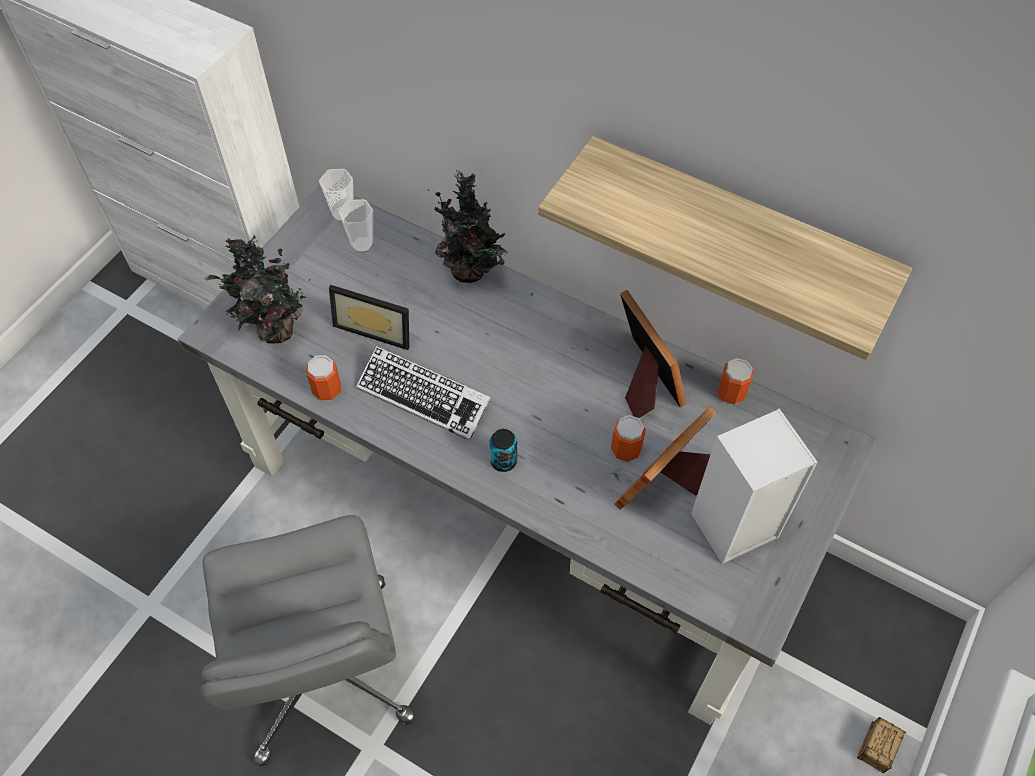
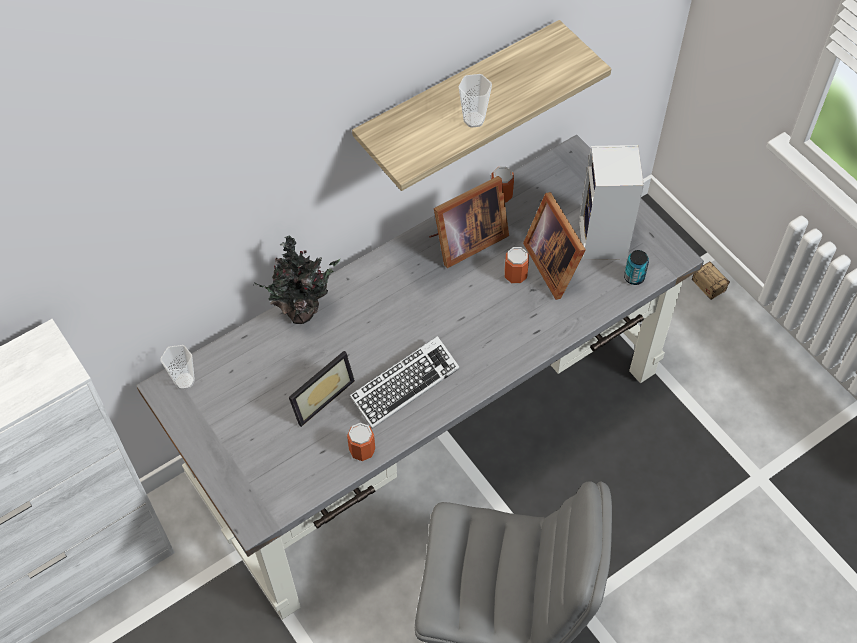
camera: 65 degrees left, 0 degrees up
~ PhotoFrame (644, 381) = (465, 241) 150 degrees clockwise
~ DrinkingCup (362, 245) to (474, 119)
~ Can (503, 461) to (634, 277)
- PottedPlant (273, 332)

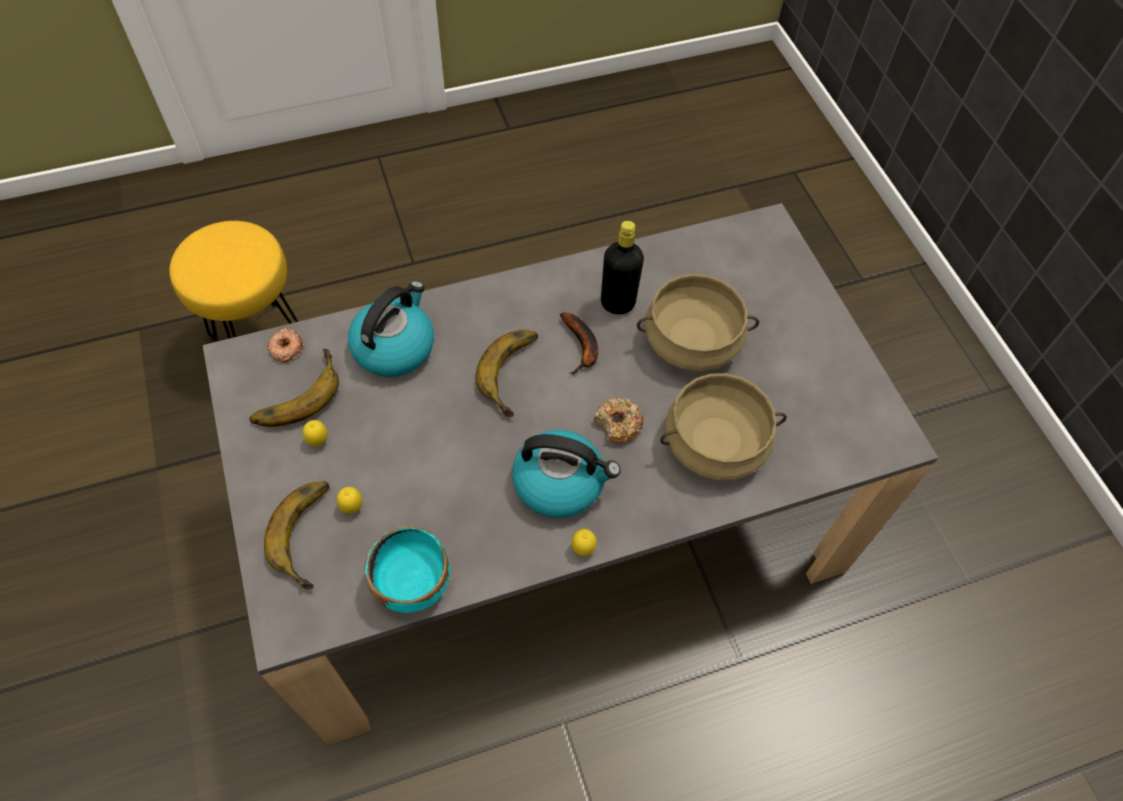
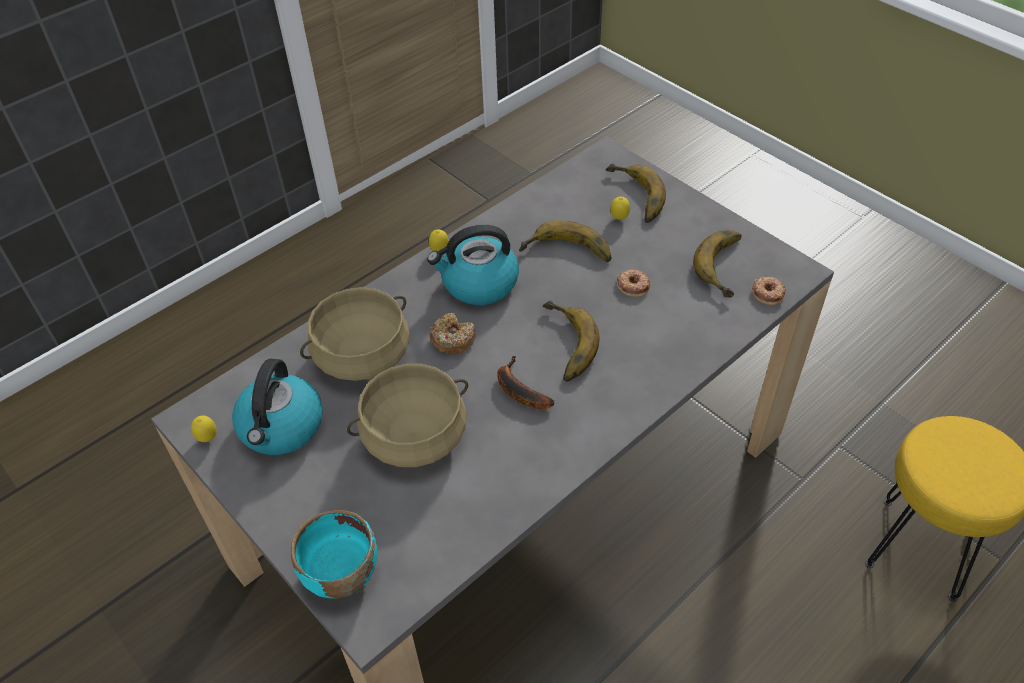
camera: 160 degrees right, 10 degrees down
~ Lemon (318, 441) to (208, 439)
~ TeaKettle (394, 346) to (282, 427)
~ TurquoiseServingBowl (413, 583) to (340, 573)
+ WholeBanana (567, 254)
+ Doughnut (633, 285)
- BlackBottle (617, 303)

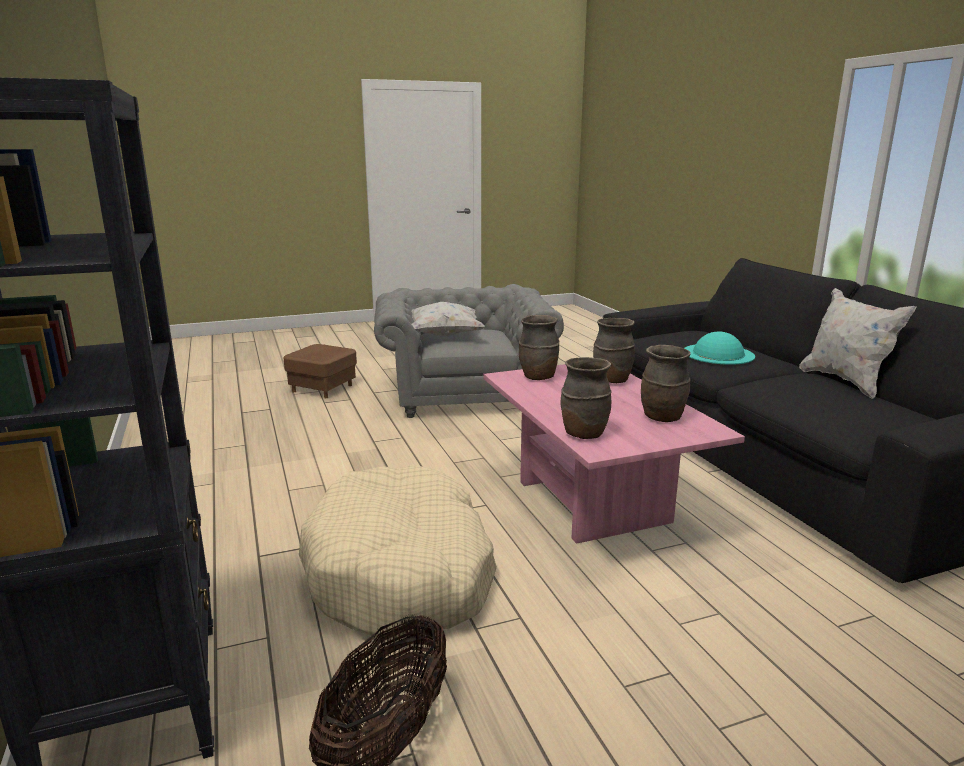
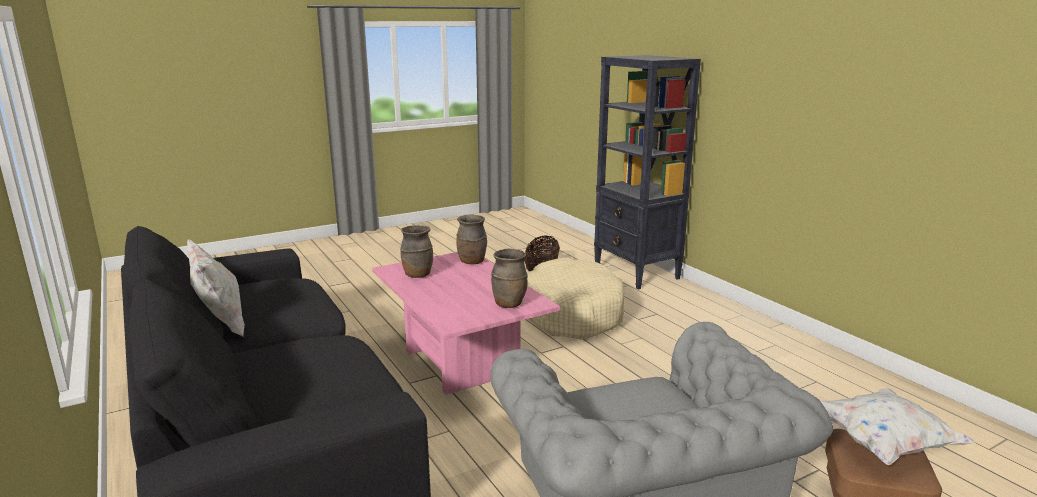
camera: 170 degrees right, 0 degrees up
~ WhitePillow (443, 335) to (882, 444)
- BrownDecorativeVase (611, 380)
- TurquoiseWearableHat (718, 354)

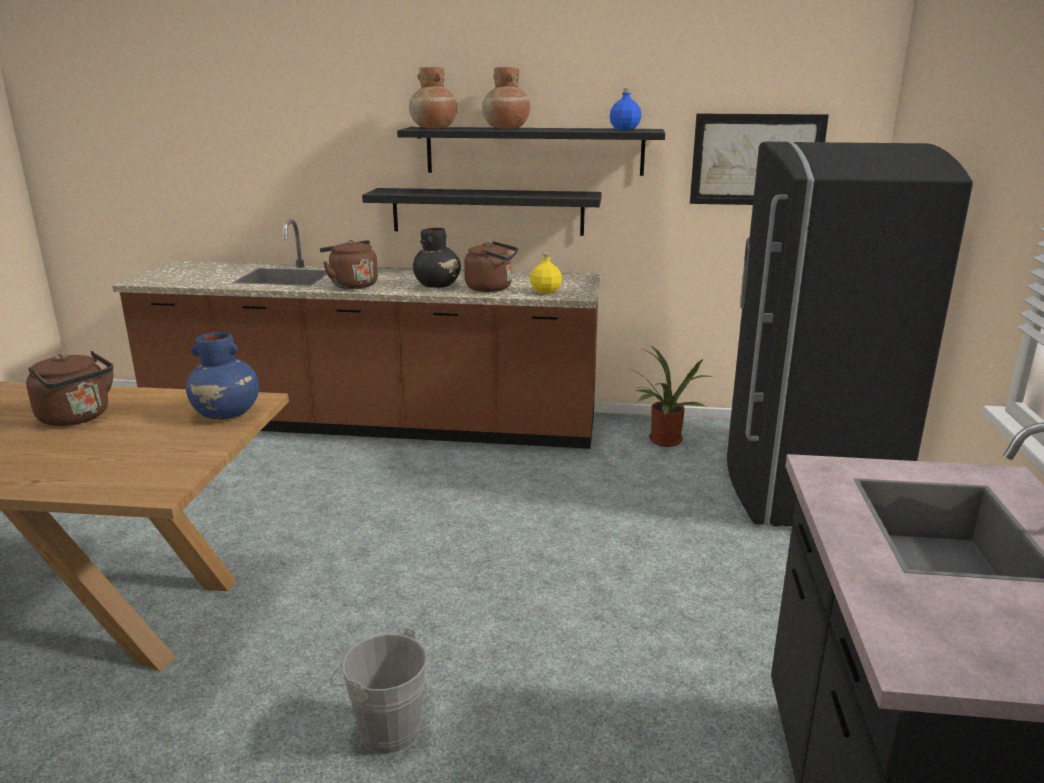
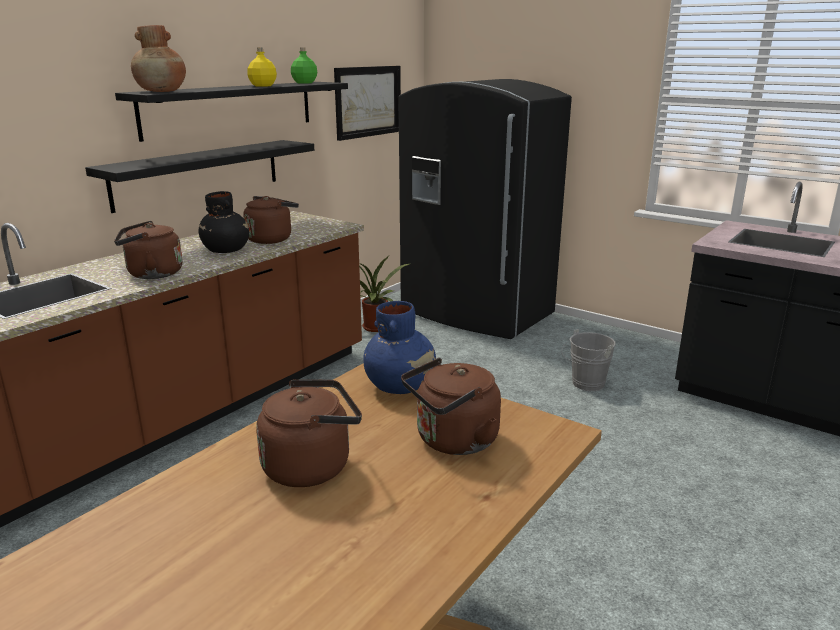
camera: 60 degrees left, 0 degrees up
~ YellowishBottle (546, 291) to (263, 86)
~ BlueBottle (625, 129) to GreenBottle (304, 83)
+ BrownTeaKettle (453, 441)
~ GrayPail (384, 728) to (585, 384)
- BrownDecorativeVase (506, 128)

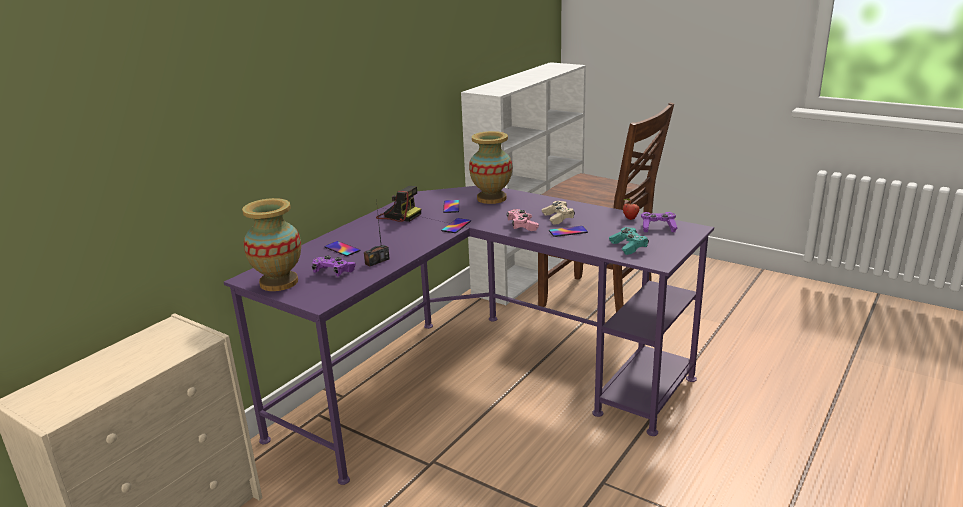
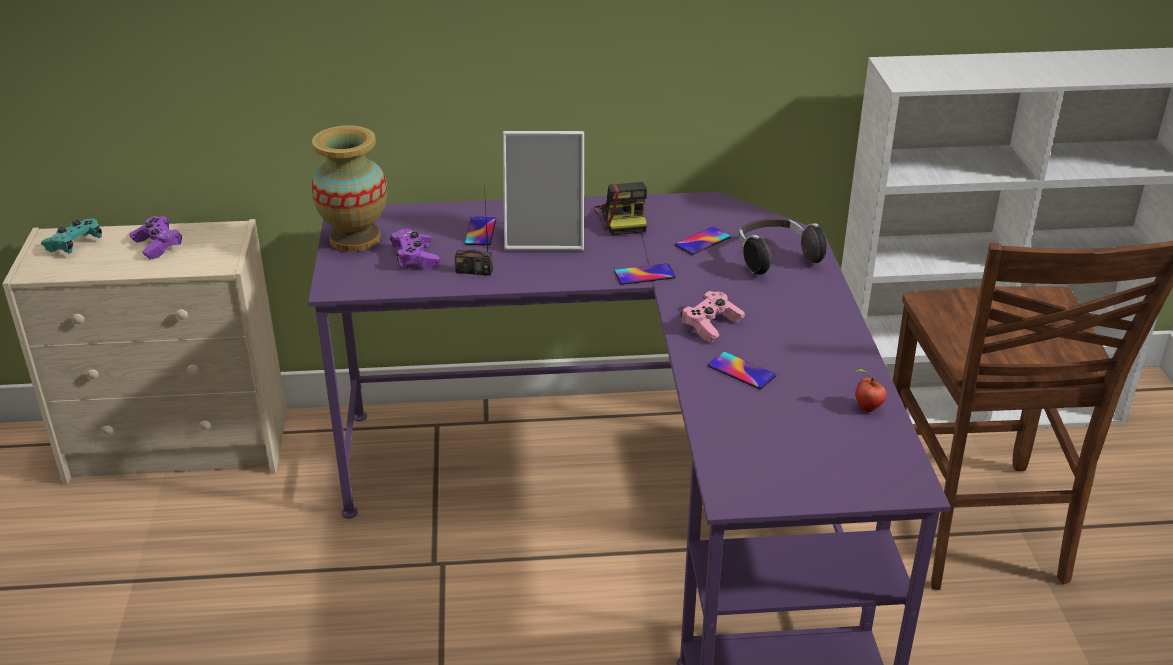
camera: 50 degrees right, 10 degrees up
~ TurquoiseJoypad (628, 247) to (75, 245)
~ PurpleColouredJoypad (658, 228) to (157, 245)
+ PhotoFrame (545, 237)
~ DecorativeVase (492, 198) to PairOfHeadphones (775, 258)
- SandColouredJoypad (558, 218)

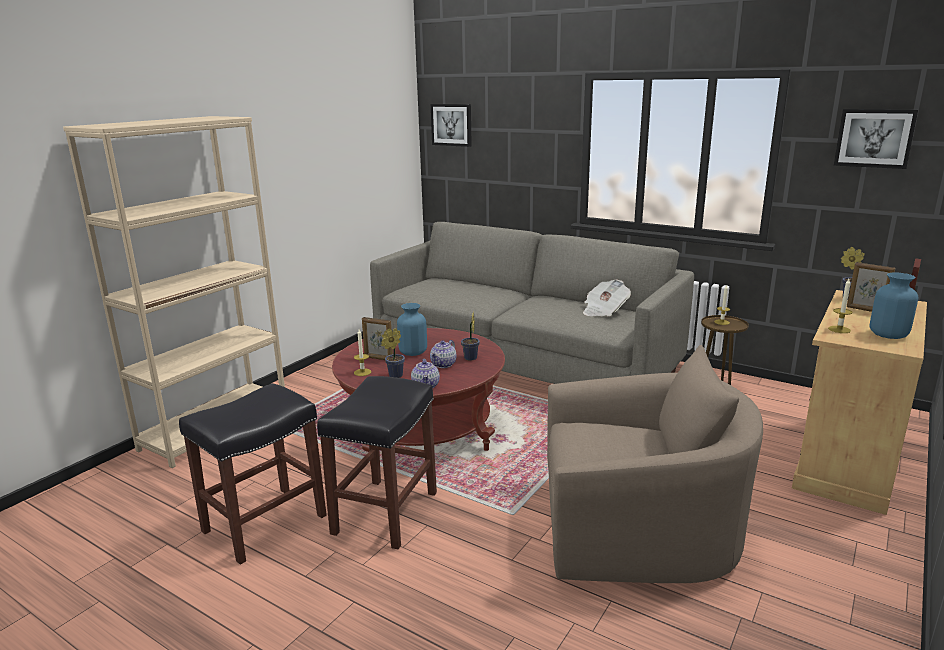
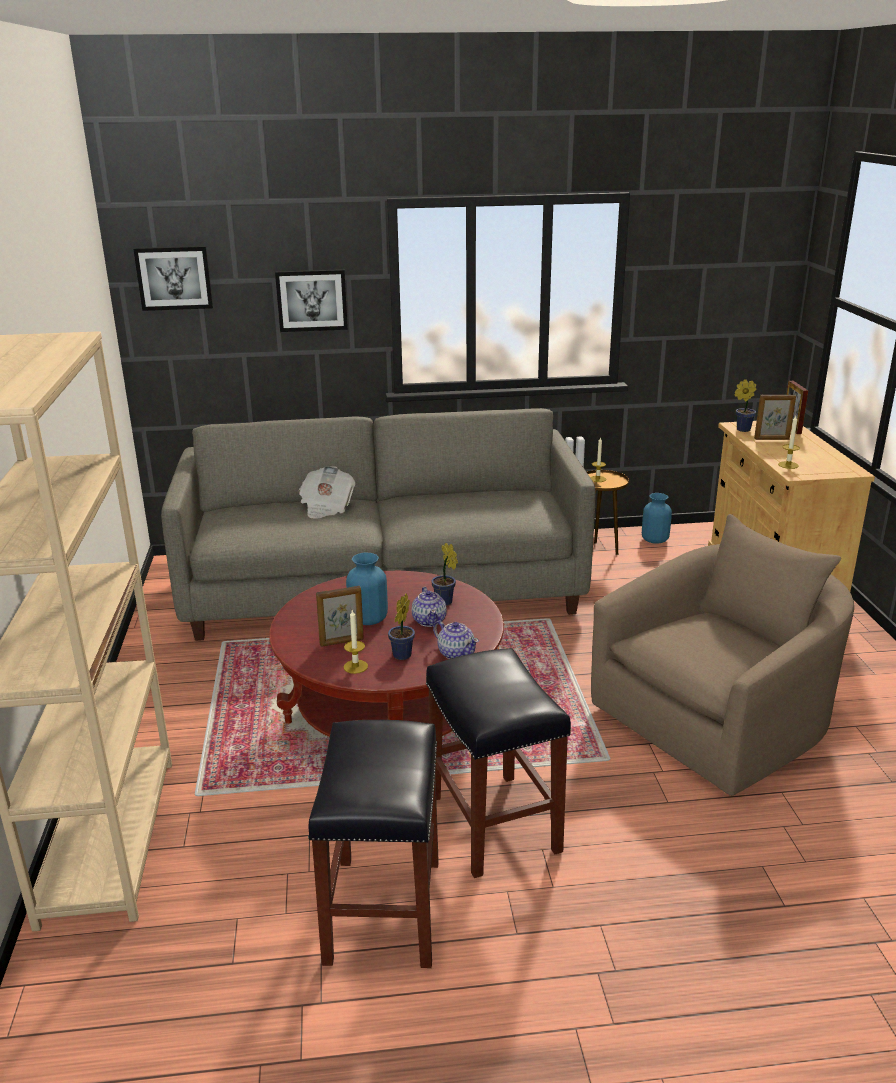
camera: 40 degrees left, 5 degrees up
~ WallArt (874, 138) to (312, 300)
~ Newspaper (604, 311) to (326, 507)
~ BlueDecorativeVase (888, 335) to (654, 540)

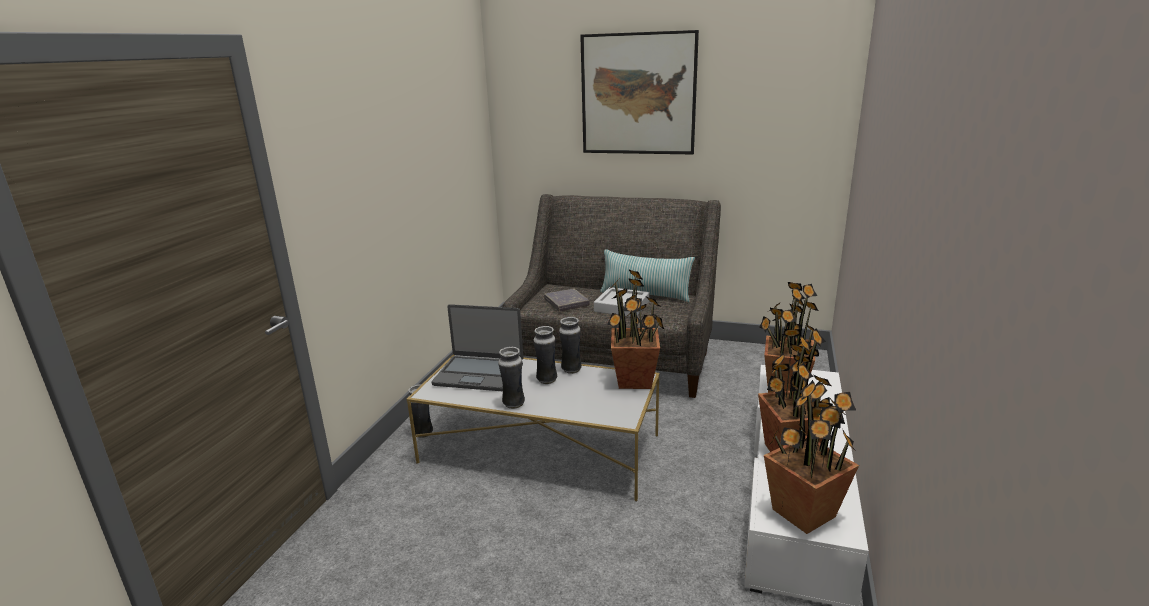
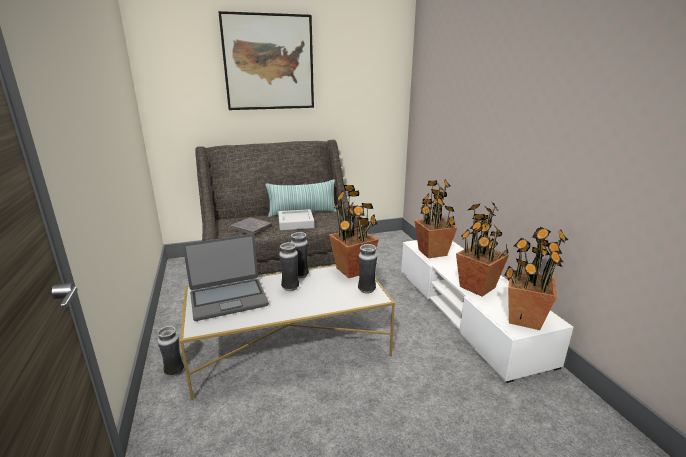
camera: 35 degrees left, 0 degrees up
~ DecorativeVase (513, 404) to (366, 290)

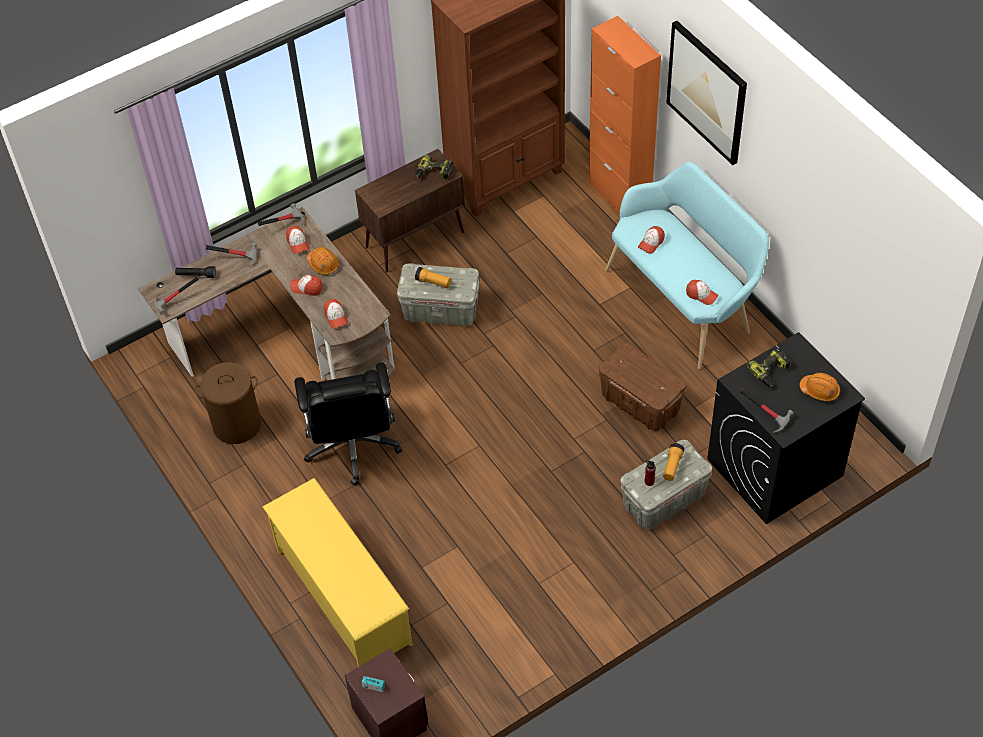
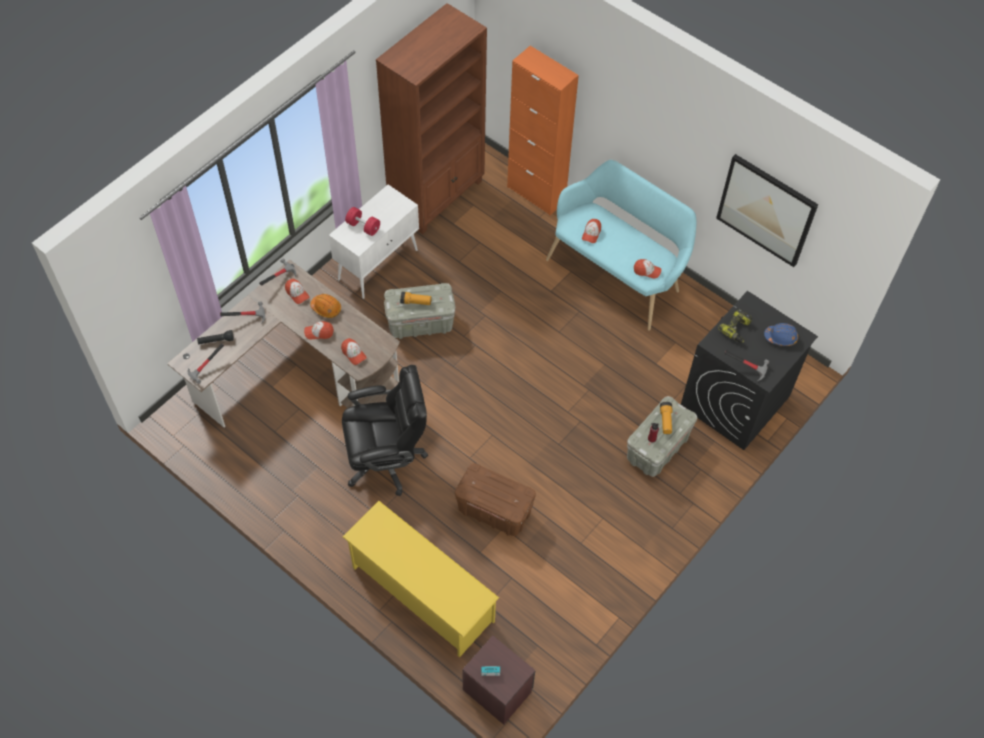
camera: 20 degrees left, 5 degrees up
~ BrownCupboard (415, 239) to WhiteCupboard (378, 264)
~ BlackComputerChair (353, 446) = (386, 459) 75 degrees counterclockwise
+ RedFreeWeight (363, 226)
~ BrownStorageBin (641, 403) to (495, 511)
~ WallArt (707, 92) to (766, 210)
~ OrangeColouredSafetyHelmet (819, 390) to BlueSafetyHelmet (781, 337)
- BrownWashingBasket (236, 424)
- Drill (434, 173)

